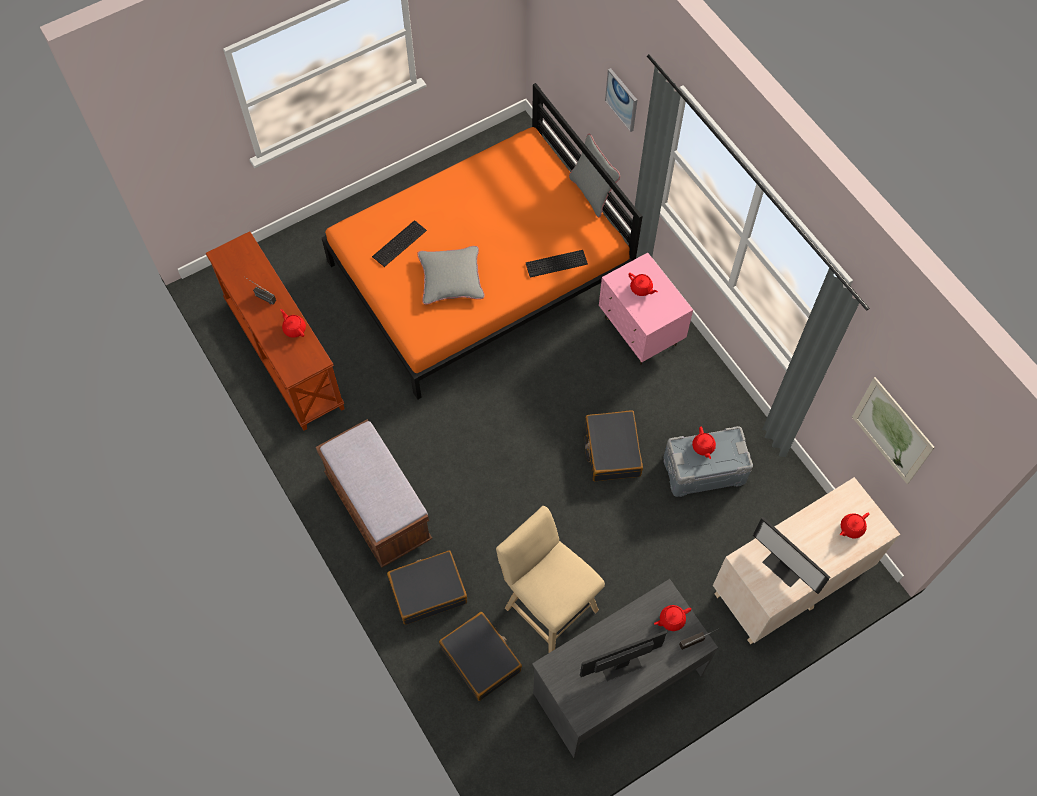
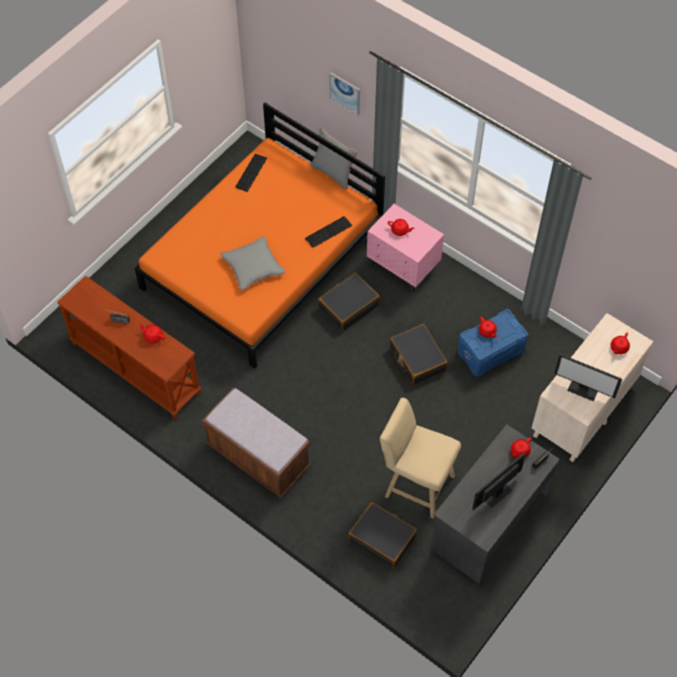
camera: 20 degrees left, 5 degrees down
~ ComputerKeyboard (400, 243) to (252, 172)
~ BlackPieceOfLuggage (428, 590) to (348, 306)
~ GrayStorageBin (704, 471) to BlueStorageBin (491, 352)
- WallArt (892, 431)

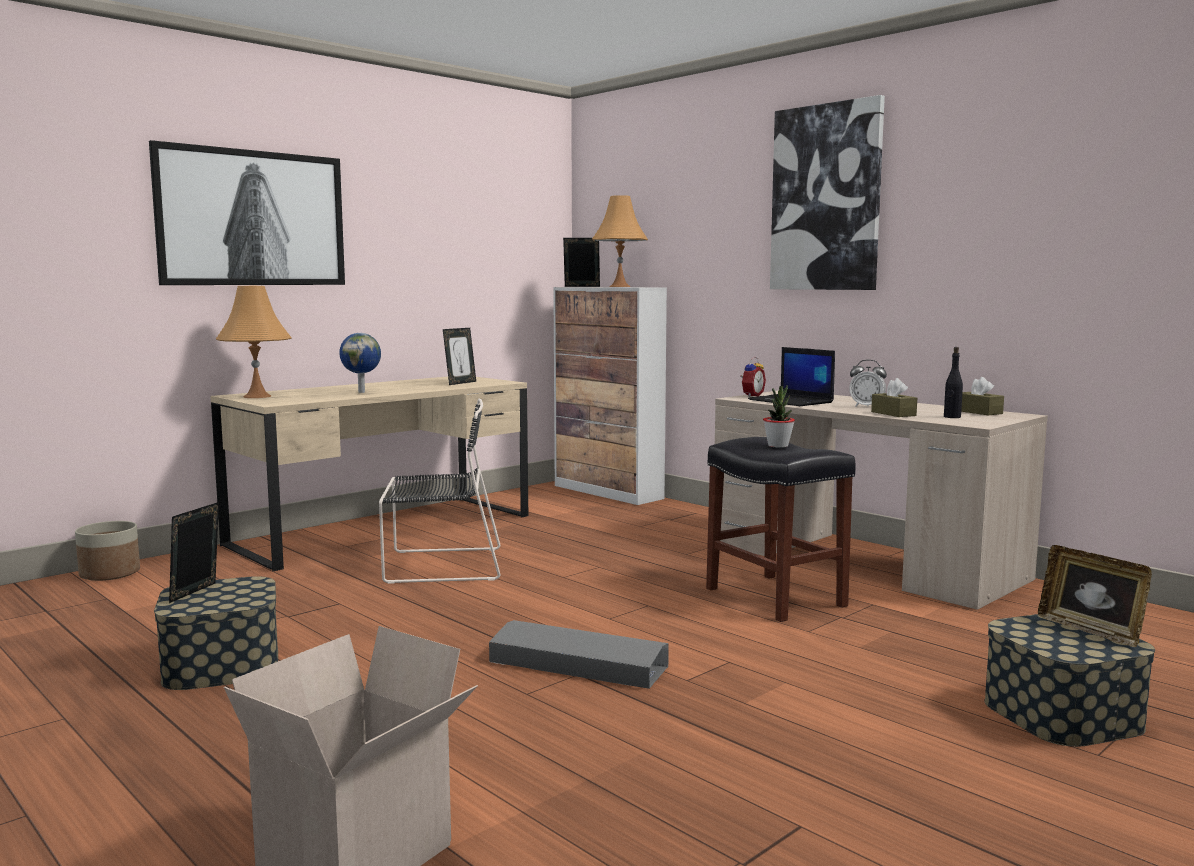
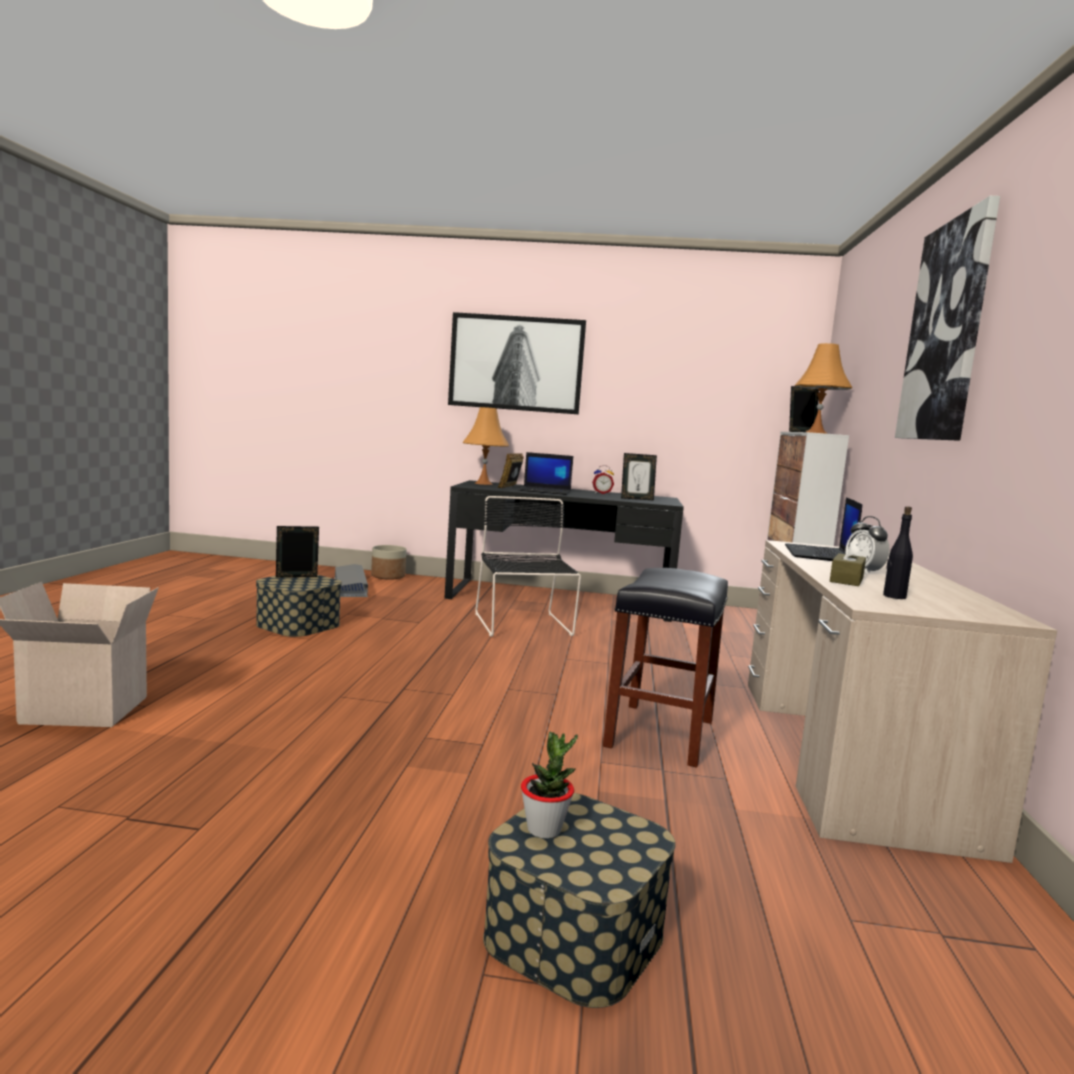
camera: 50 degrees right, 0 degrees up
~ GrayStorageBin (577, 665) to (350, 586)
~ SandColouredDesk (383, 530) to BlackDesk (559, 599)
~ BlackUprightChair (439, 565) = (523, 625) 150 degrees counterclockwise
~ PhotoFrame (1091, 630) to (510, 487)
~ DeskGlobe (362, 392) to PortableComputer (545, 491)
~ PottedPlant (778, 446) to (544, 829)
~ BedsideClock (751, 395) to (601, 493)
- BrownTissueBox (978, 412)

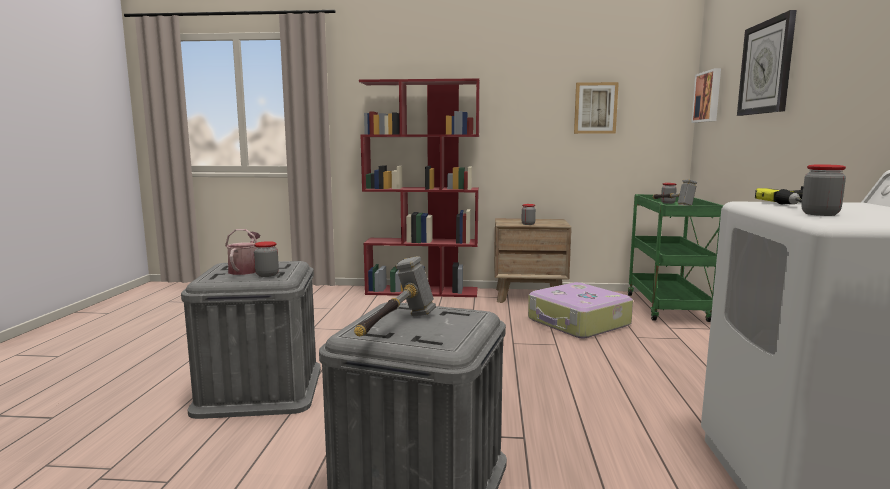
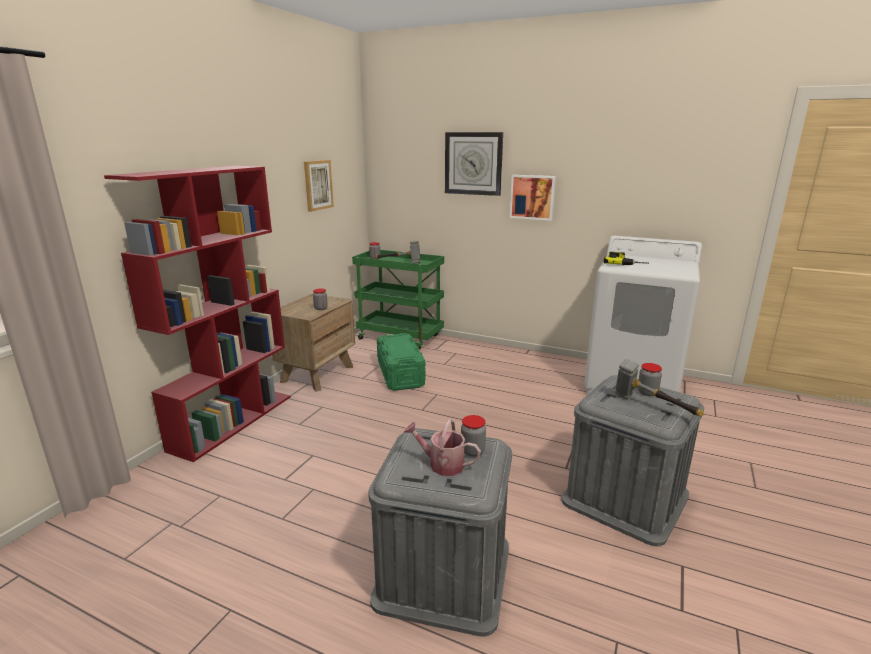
camera: 70 degrees left, 10 degrees up
~ PieceOfLuggage (578, 322) to GreenStorageBin (400, 374)
~ WallArt (708, 96) to (532, 197)
~ Jar (820, 214) to (647, 392)

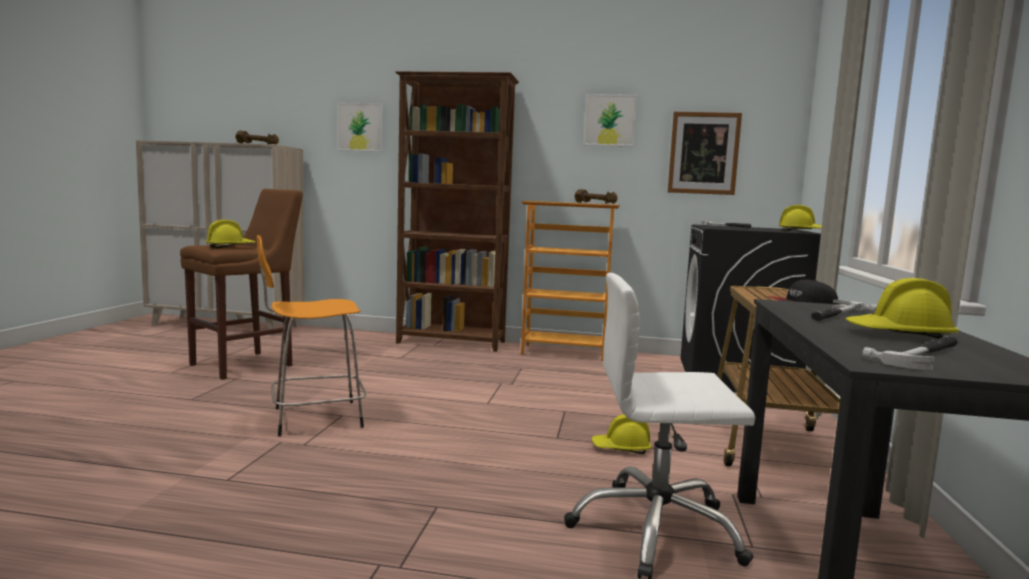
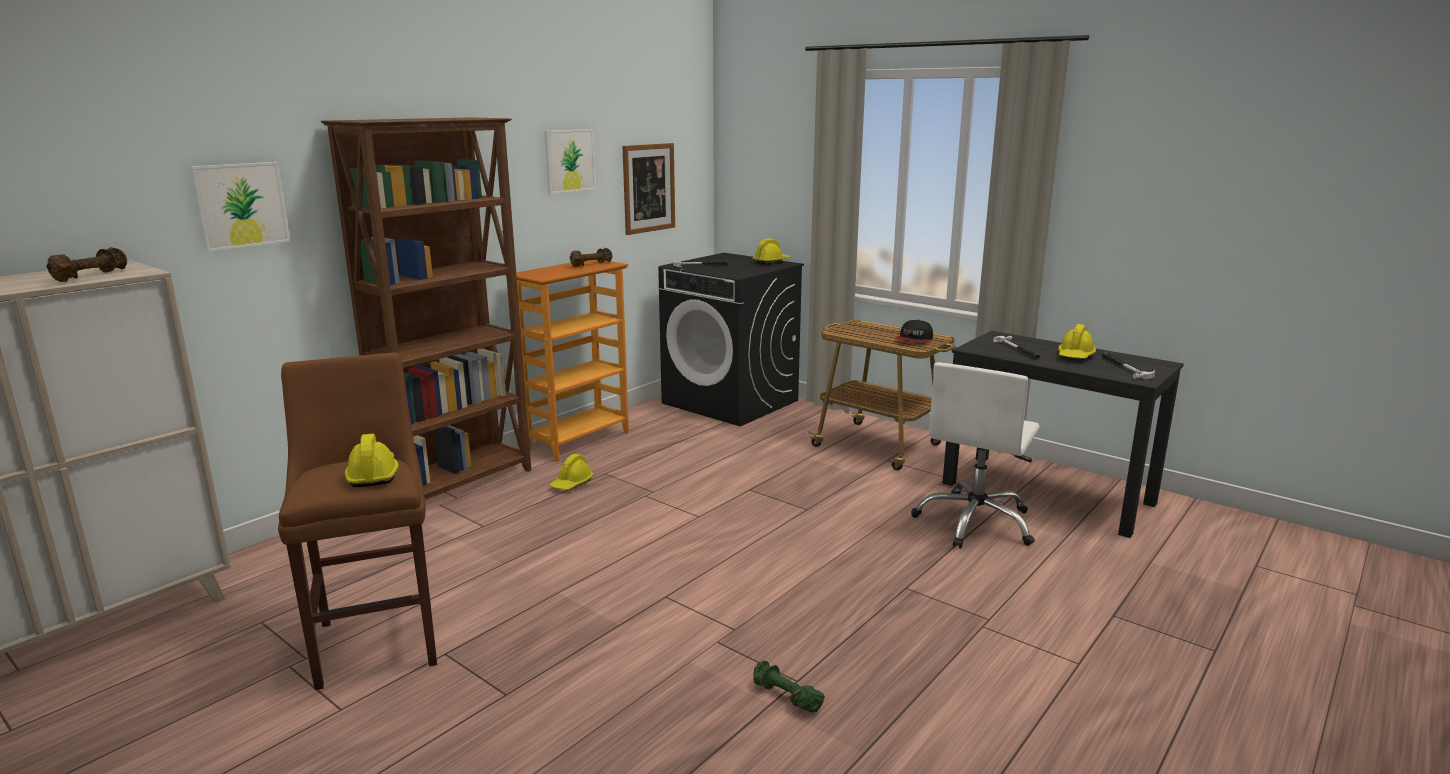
camera: 60 degrees left, 10 degrees up
~ YellowishSafetyHelmet (621, 448) to (572, 484)
+ GreenFreeWeight (785, 697)
- OrangeColouredSittingStool (313, 418)

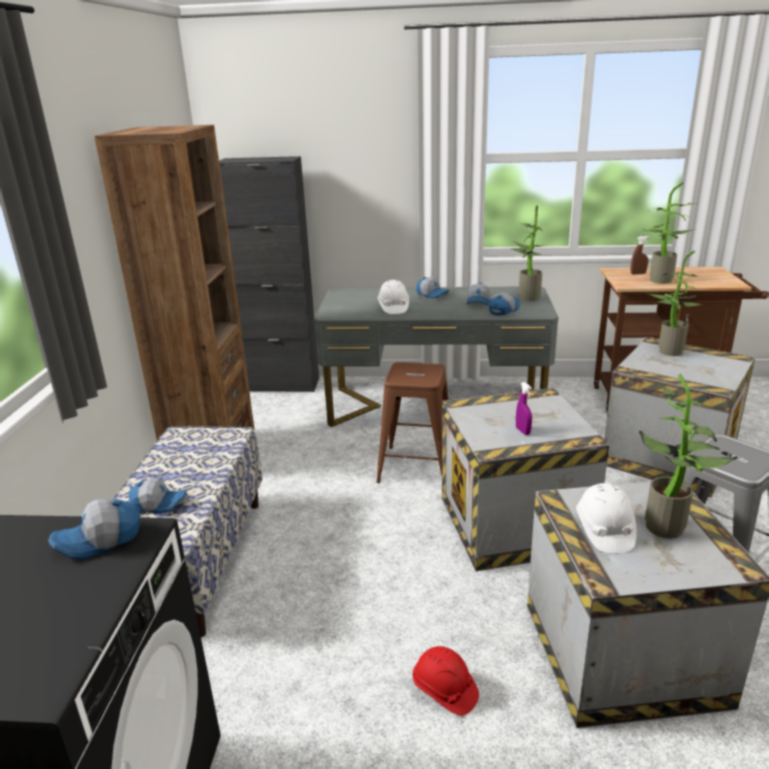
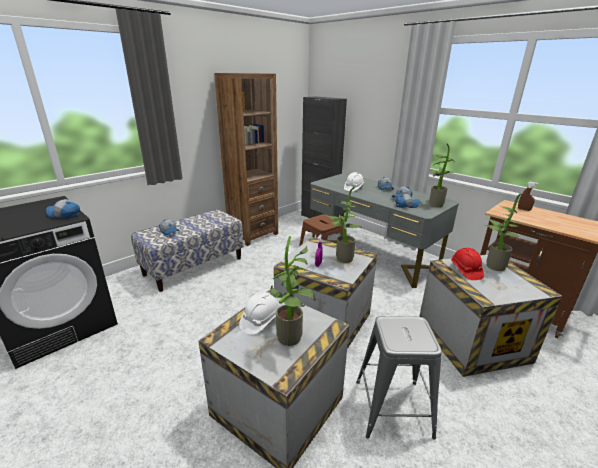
camera: 40 degrees right, 0 degrees up
~ PottedPlant (659, 281) to (341, 259)
~ RedSafetyHelmet (444, 690) to (465, 271)

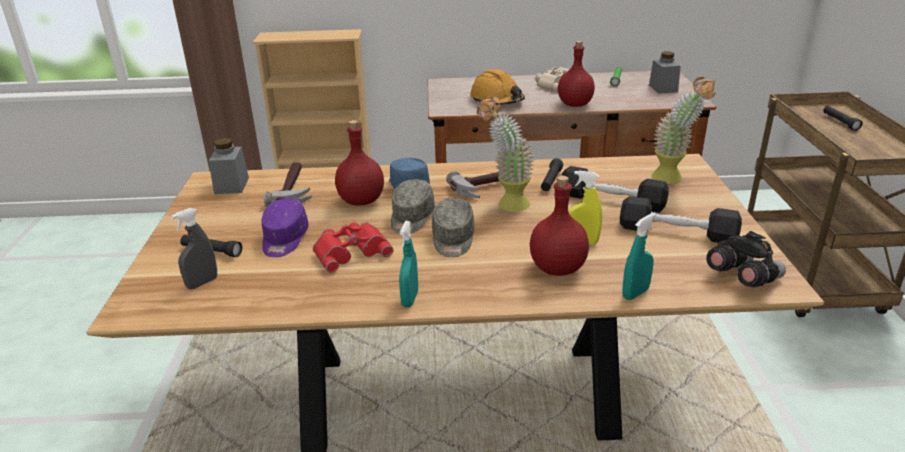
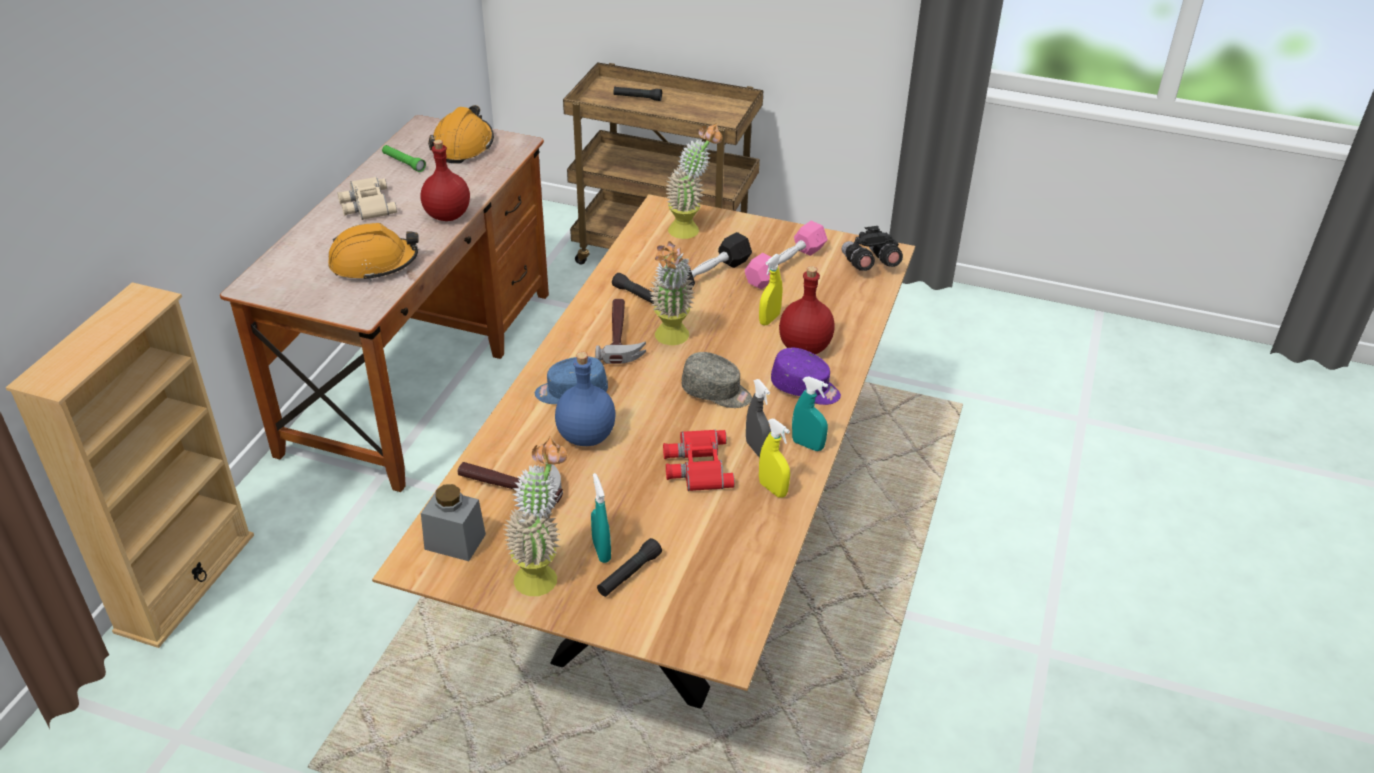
camera: 70 degrees left, 10 degrees up
~ GrayJar (663, 88) to OrangeColouredSafetyHelmet (463, 146)
+ PottedPlant (542, 572)
~ RedBottle (360, 201) to BlueBottle (585, 437)
~ TurquoiseHandSprayer (635, 293) to (601, 551)
~ BlackFreeWeight (677, 232) to PinkishFreeWeight (785, 266)
~ GrayHandSprayer (202, 283) to (757, 449)
+ YellowishHandSprayer (773, 489)
~ PurpleColouredPeakedCap (284, 239) to (805, 388)
- GrayPeakedCap (411, 218)

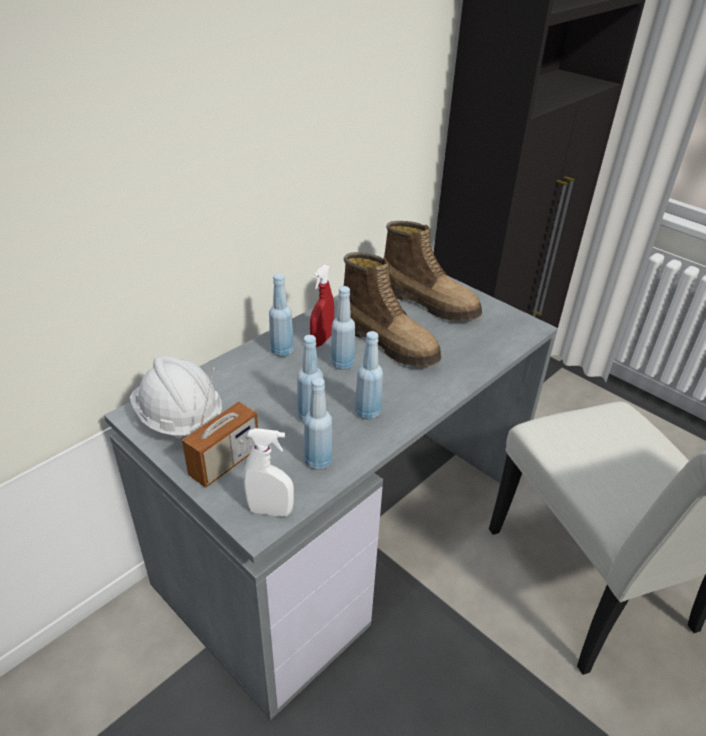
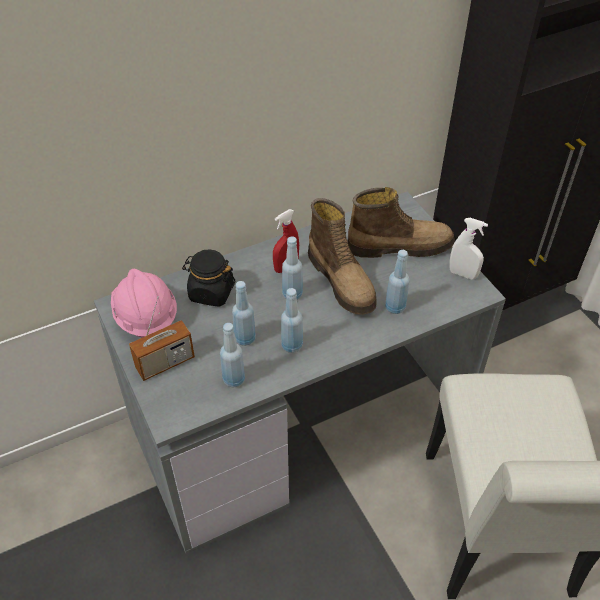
camera: 20 degrees right, 10 degrees up
~ WhiteSafetyHelmet (179, 419) to PinkishSafetyHelmet (145, 317)
+ BlackJar (211, 292)
~ Boot (429, 302) = (399, 246) 60 degrees counterclockwise
~ BlueBottle (282, 351) to (395, 307)
~ WhiteHandSprayer (270, 511) to (463, 274)

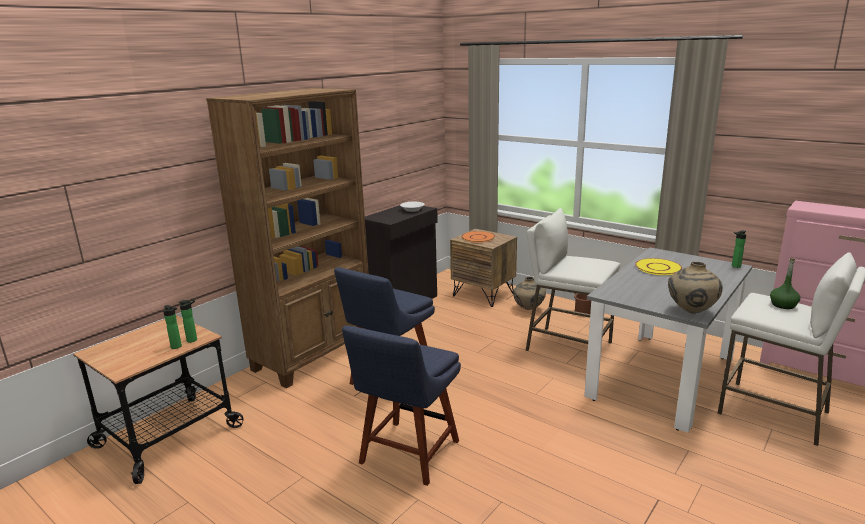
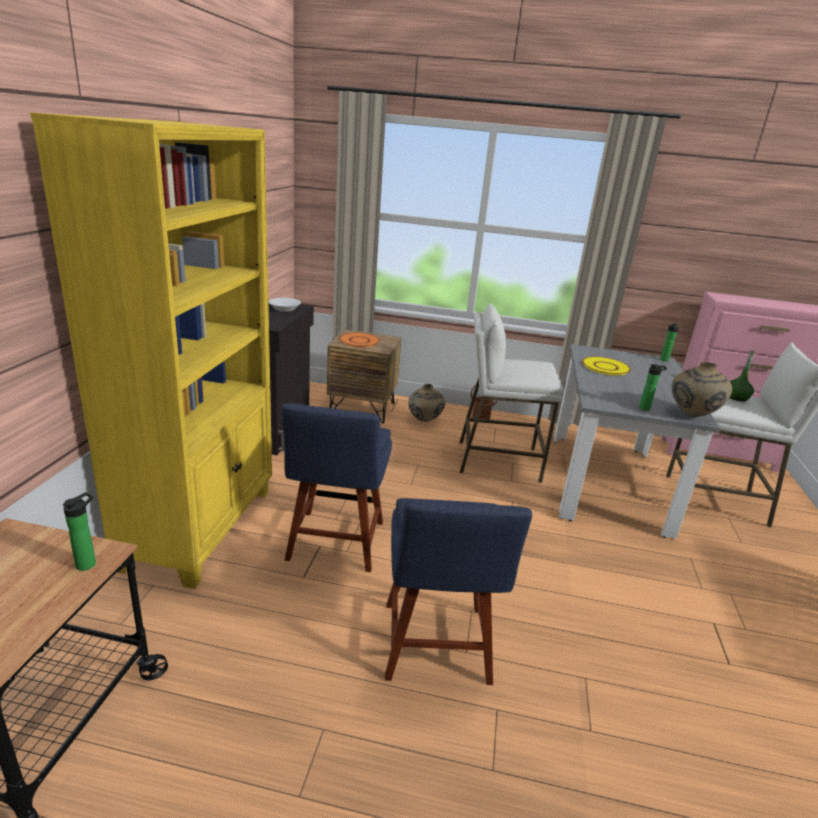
camera: 30 degrees left, 5 degrees up
~ BrownBookcase (314, 355) to YellowishBookcase (202, 527)
~ Bottle (177, 347) to (646, 408)

